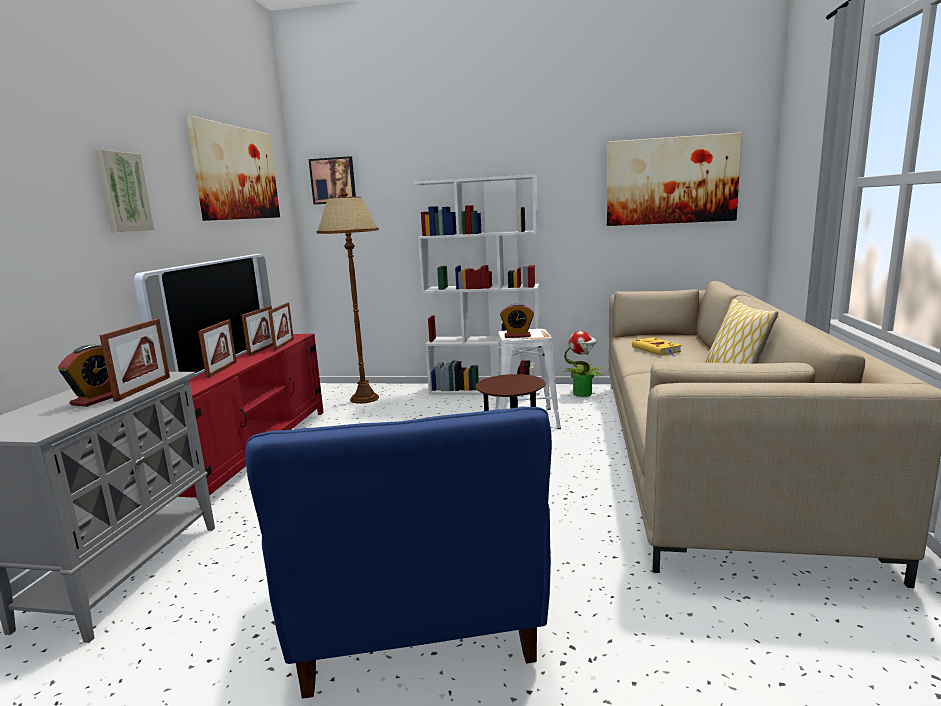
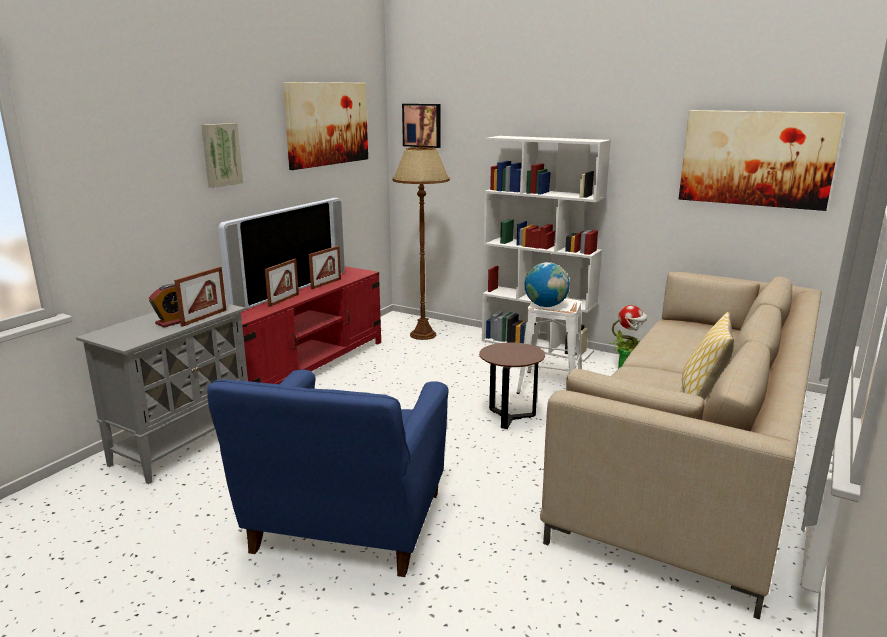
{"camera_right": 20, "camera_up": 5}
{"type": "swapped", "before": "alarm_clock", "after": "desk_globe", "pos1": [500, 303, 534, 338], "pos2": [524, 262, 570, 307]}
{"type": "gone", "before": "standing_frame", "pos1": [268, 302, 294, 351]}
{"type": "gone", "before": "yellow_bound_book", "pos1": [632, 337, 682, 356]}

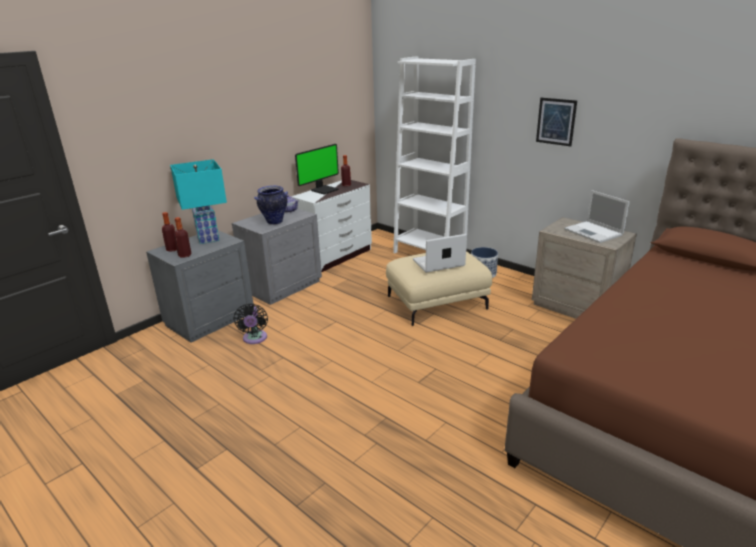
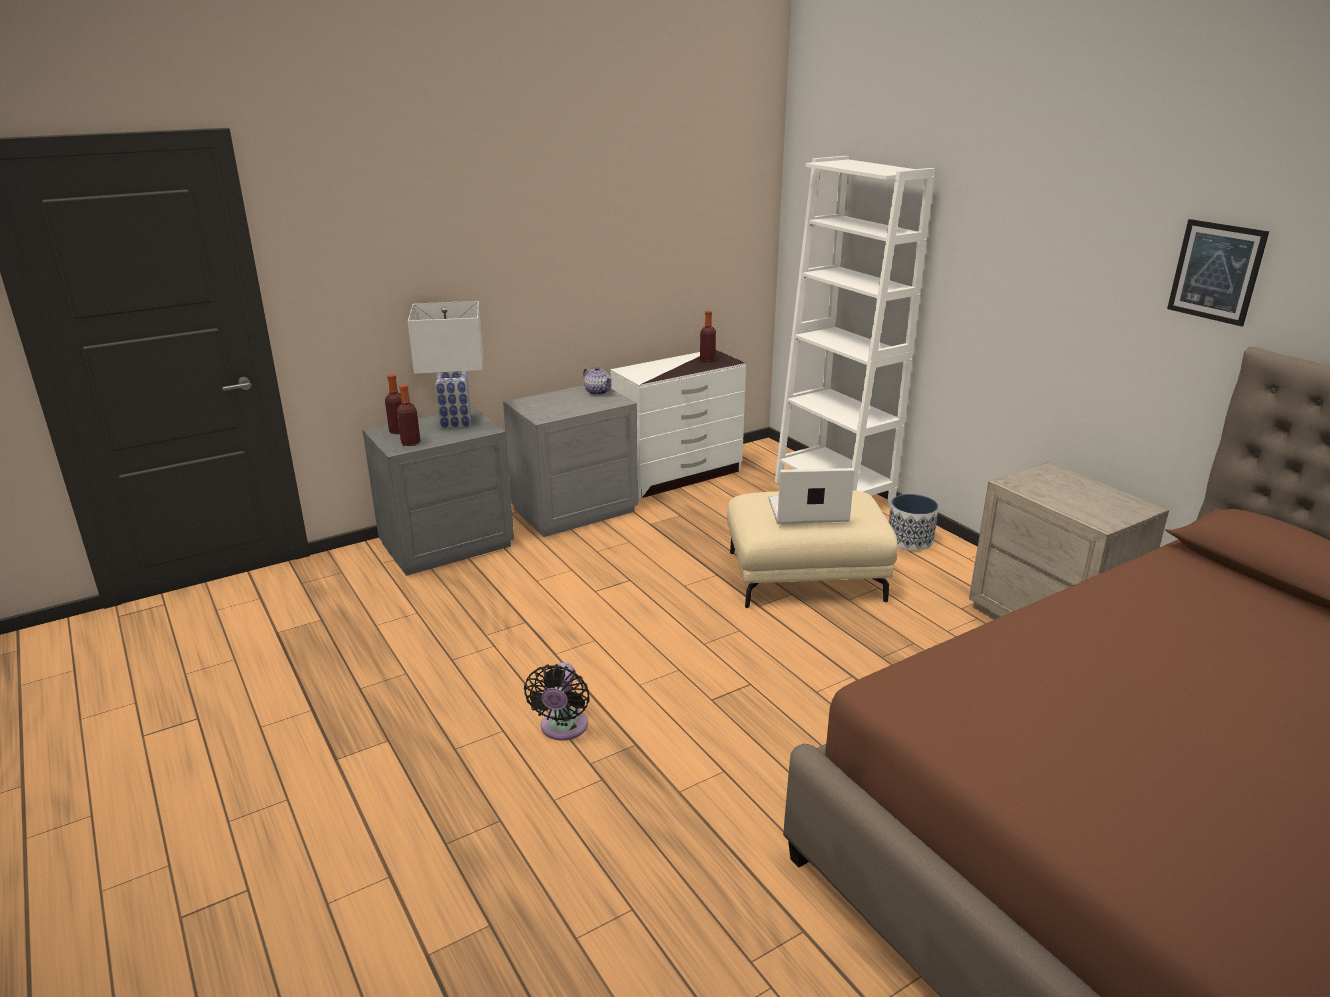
{"camera_right": 15, "camera_up": 0}
{"type": "repainted", "before": "turquoise_table_lamp", "after": "white_table_lamp", "pos1": [170, 159, 227, 244], "pos2": [408, 301, 483, 428]}
{"type": "shifted", "before": "black_electric_fan", "pos1": [233, 304, 268, 344], "pos2": [524, 662, 590, 741]}
{"type": "shifted", "before": "wall_picture", "pos1": [536, 98, 577, 147], "pos2": [1167, 219, 1269, 326]}
{"type": "gone", "before": "decorative_vase", "pos1": [254, 185, 288, 225]}
{"type": "gone", "before": "computer_screen", "pos1": [295, 144, 339, 195]}
{"type": "gone", "before": "portable_computer", "pos1": [564, 190, 630, 243]}

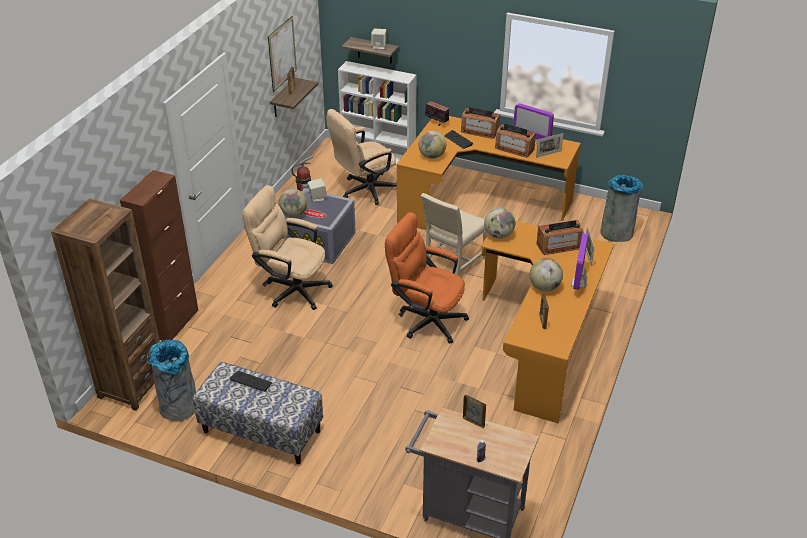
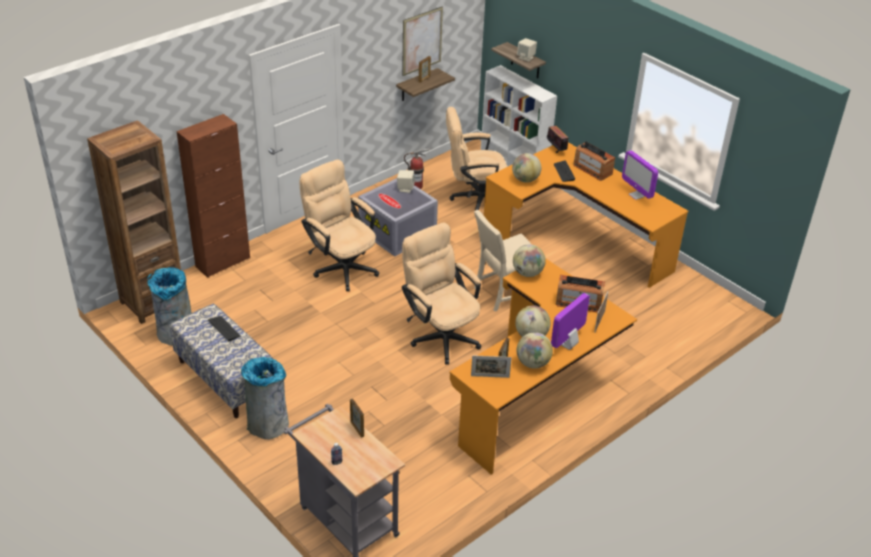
{"camera_right": 25, "camera_up": 0}
{"type": "shifted", "before": "gray_trash_can", "pos1": [600, 175, 644, 242], "pos2": [241, 357, 289, 439]}
{"type": "repainted", "before": "orange_desk_chair", "after": "sand-coloured_desk_chair", "pos1": [385, 212, 469, 343], "pos2": [402, 222, 481, 365]}
{"type": "shifted", "before": "standing_frame", "pos1": [536, 133, 563, 158], "pos2": [471, 355, 512, 378]}
{"type": "shifted", "before": "desk_globe", "pos1": [278, 189, 307, 217], "pos2": [517, 332, 553, 369]}
{"type": "gone", "before": "radio_set", "pos1": [495, 124, 536, 158]}

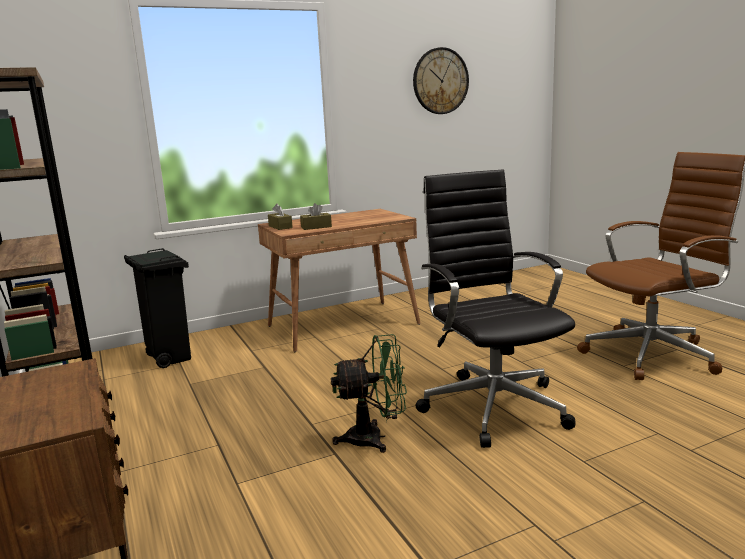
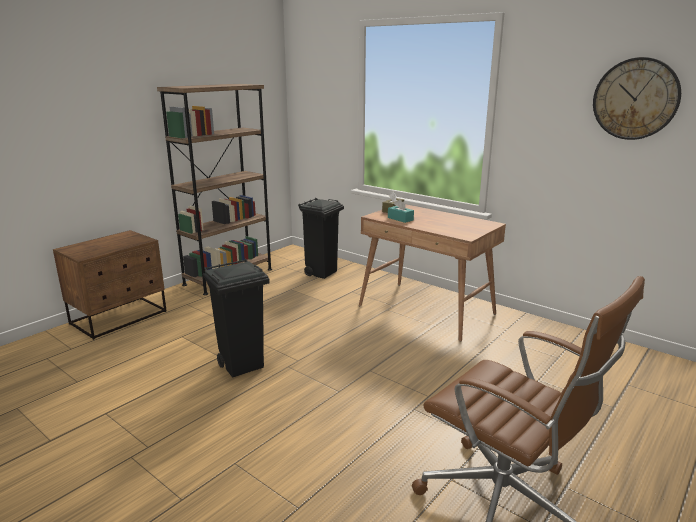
{"camera_right": 65, "camera_up": 5}
{"type": "swapped", "before": "greenish_electric_fan", "after": "black_trash_can", "pos1": [331, 334, 407, 453], "pos2": [203, 259, 270, 377]}
{"type": "repainted", "before": "brown-coloured_box_of_tissues", "after": "turquoise_box_of_tissues", "pos1": [300, 203, 332, 230], "pos2": [388, 199, 414, 223]}
{"type": "gone", "before": "black_desk_chair", "pos1": [415, 170, 575, 448]}

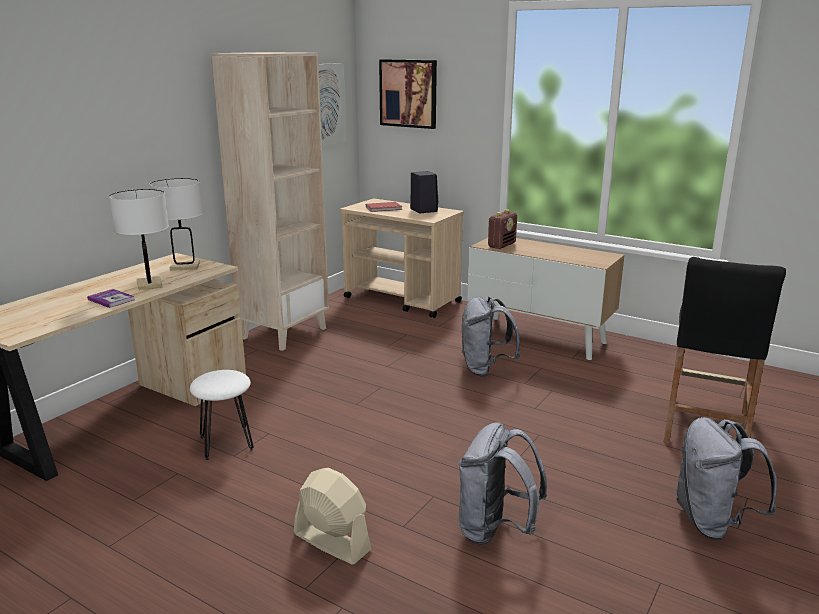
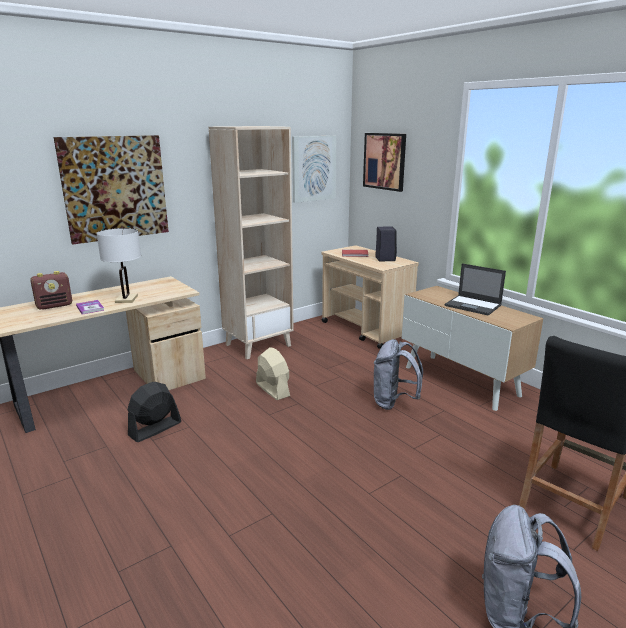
{"camera_right": 20, "camera_up": 0}
{"type": "shifted", "before": "radio_set", "pos1": [488, 210, 517, 249], "pos2": [30, 271, 72, 310]}
{"type": "new", "after": "wall_picture", "pos2": [54, 135, 169, 245]}
{"type": "swapped", "before": "white_sitting_stool", "after": "black_electric_fan", "pos1": [190, 370, 254, 460], "pos2": [128, 382, 181, 442]}
{"type": "shifted", "before": "sand-coloured_electric_fan", "pos1": [294, 468, 372, 565], "pos2": [256, 347, 290, 400]}
{"type": "new", "after": "portable_computer", "pos2": [445, 264, 506, 316]}
{"type": "gone", "before": "white_table_lamp", "pos1": [149, 178, 203, 271]}
{"type": "gone", "before": "gray_rucksack", "pos1": [458, 422, 547, 545]}

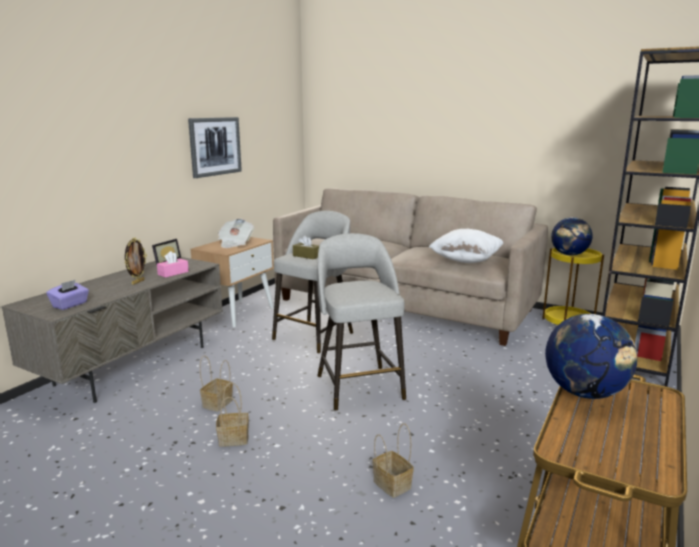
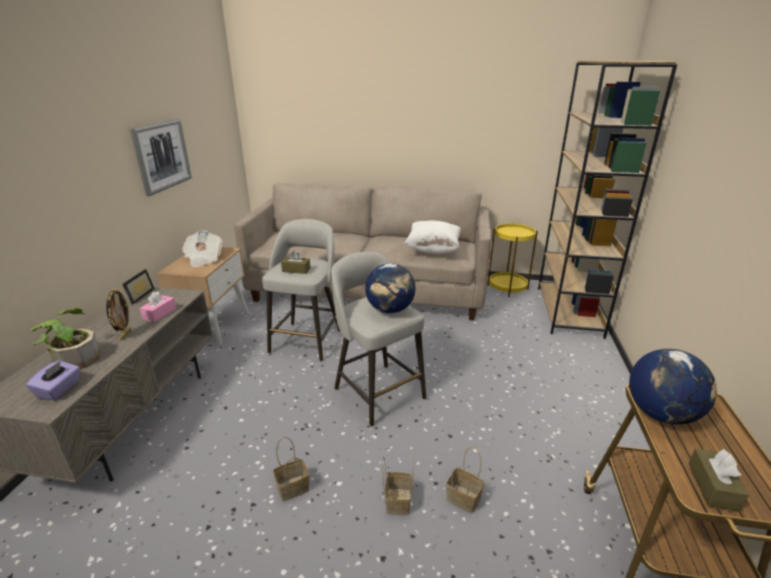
{"camera_right": -20, "camera_up": 10}
{"type": "new", "after": "houseplant", "pos2": [31, 308, 101, 369]}
{"type": "shifted", "before": "desk_globe", "pos1": [551, 217, 593, 256], "pos2": [365, 263, 415, 313]}
{"type": "shifted", "before": "household_basket", "pos1": [200, 355, 233, 412], "pos2": [382, 457, 414, 515]}
{"type": "new", "after": "brown-coloured_box_of_tissues", "pos2": [689, 448, 749, 511]}

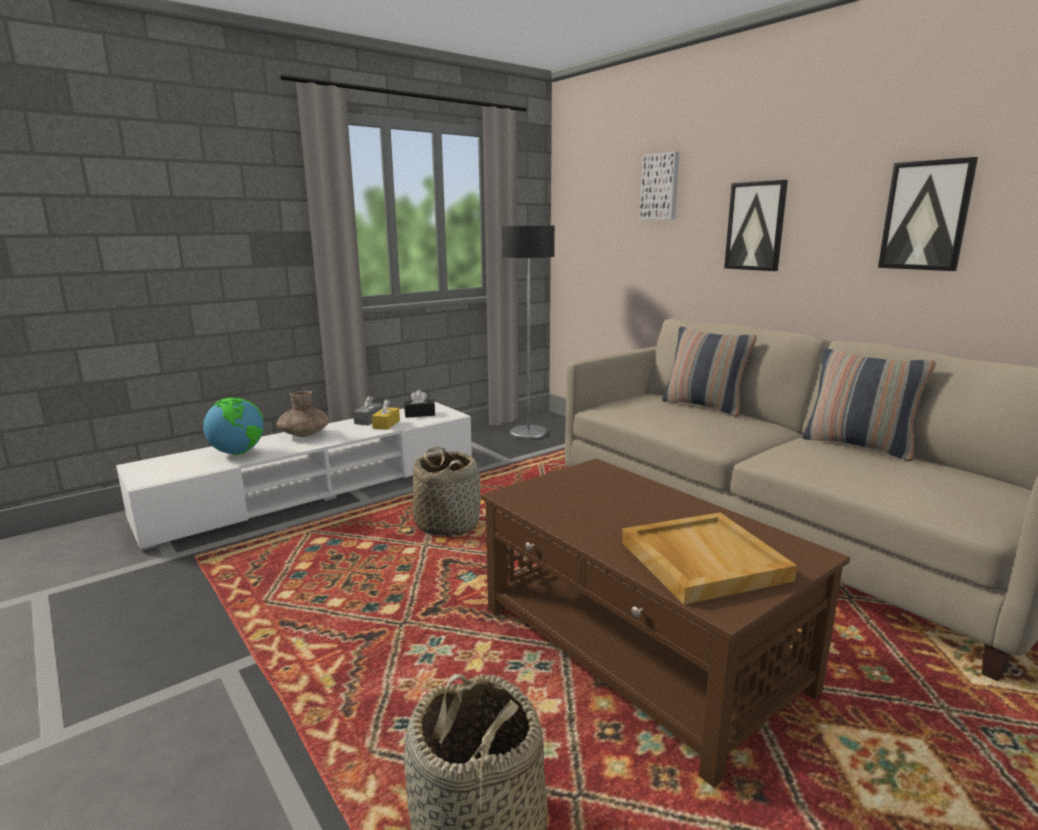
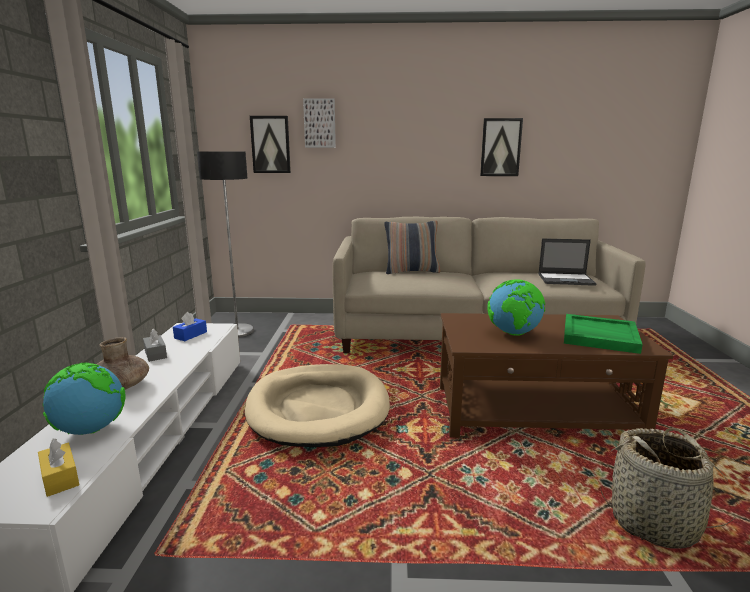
{"camera_right": -50, "camera_up": 0}
{"type": "shifted", "before": "yellow_box_of_tissues", "pos1": [372, 399, 400, 430], "pos2": [38, 439, 80, 497]}
{"type": "repainted", "before": "black_box_of_tissues", "after": "bluish_box_of_tissues", "pos1": [404, 390, 435, 418], "pos2": [173, 312, 207, 341]}
{"type": "swapped", "before": "household_basket", "after": "sand-coloured_pet_bed", "pos1": [413, 447, 481, 537], "pos2": [245, 364, 390, 447]}
{"type": "shifted", "before": "wall_picture", "pos1": [724, 180, 788, 271], "pos2": [250, 116, 291, 173]}
{"type": "new", "after": "desk_globe", "pos2": [487, 279, 545, 336]}
{"type": "new", "after": "portable_computer", "pos2": [538, 238, 597, 286]}
{"type": "repainted", "before": "sand-coloured_carrying_tray", "after": "greenish_carrying_tray", "pos1": [622, 512, 797, 605], "pos2": [564, 314, 643, 354]}
{"type": "gone", "before": "pillow", "pos1": [802, 348, 936, 461]}

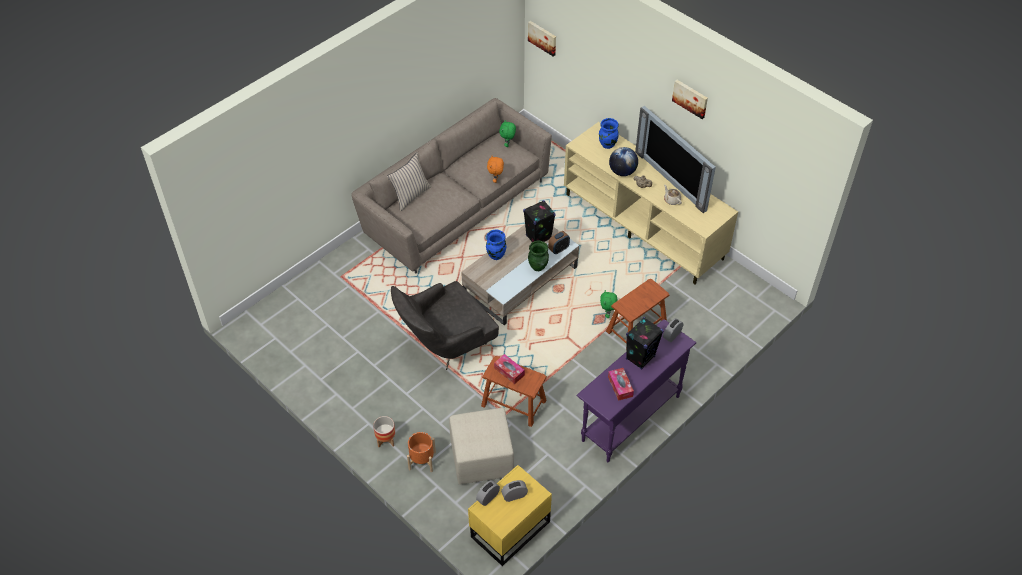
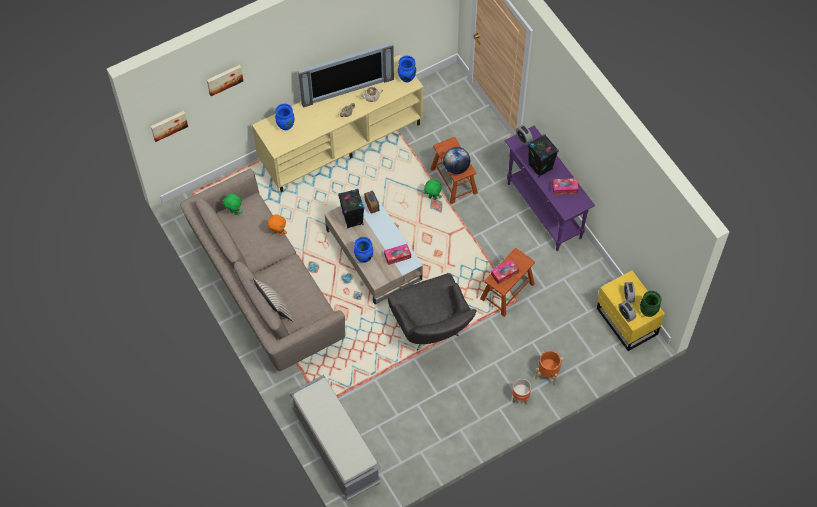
{"camera_right": -75, "camera_up": 10}
{"type": "shifted", "before": "wall_picture", "pos1": [672, 80, 708, 119], "pos2": [207, 65, 243, 96]}
{"type": "new", "after": "gray_long_seat", "pos2": [289, 375, 382, 501]}
{"type": "new", "after": "box_of_tissues", "pos2": [384, 244, 411, 265]}
{"type": "new", "after": "bluish_decorative_vase", "pos2": [398, 56, 416, 82]}
{"type": "shifted", "before": "desk_globe", "pos1": [609, 147, 638, 176], "pos2": [443, 147, 470, 174]}
{"type": "shifted", "before": "greenish_decorative_vase", "pos1": [528, 241, 549, 271], "pos2": [640, 291, 661, 317]}
{"type": "gone", "before": "sand-coloured_footrest", "pos1": [449, 408, 514, 485]}

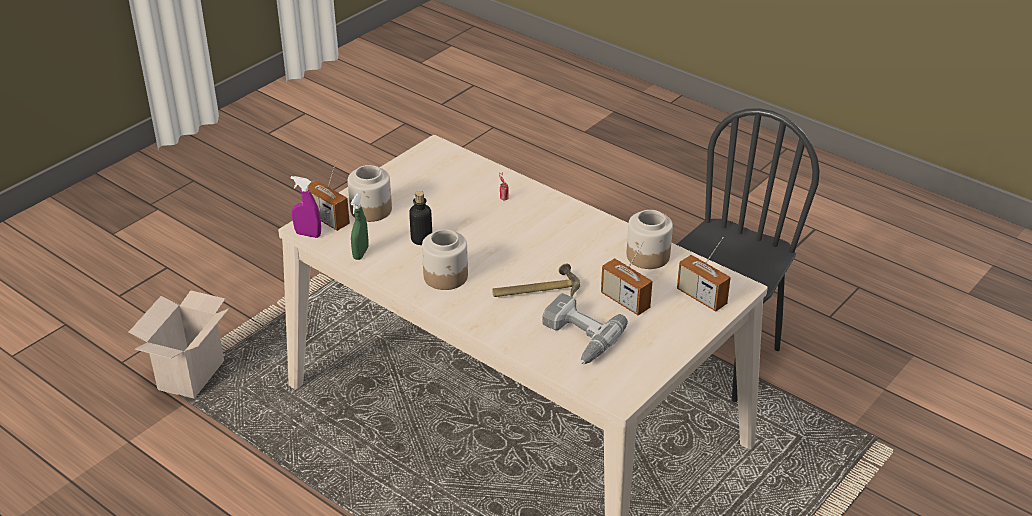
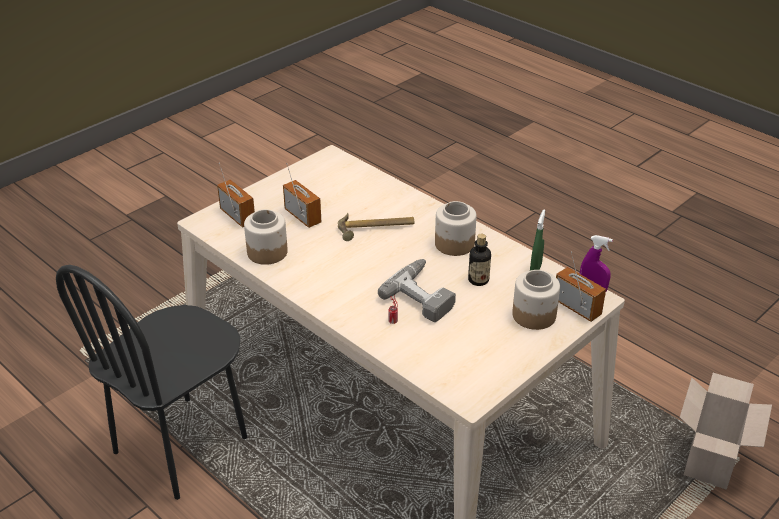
{"camera_right": -175, "camera_up": 0}
{"type": "shifted", "before": "power_drill", "pos1": [542, 293, 628, 364], "pos2": [378, 259, 456, 322]}

